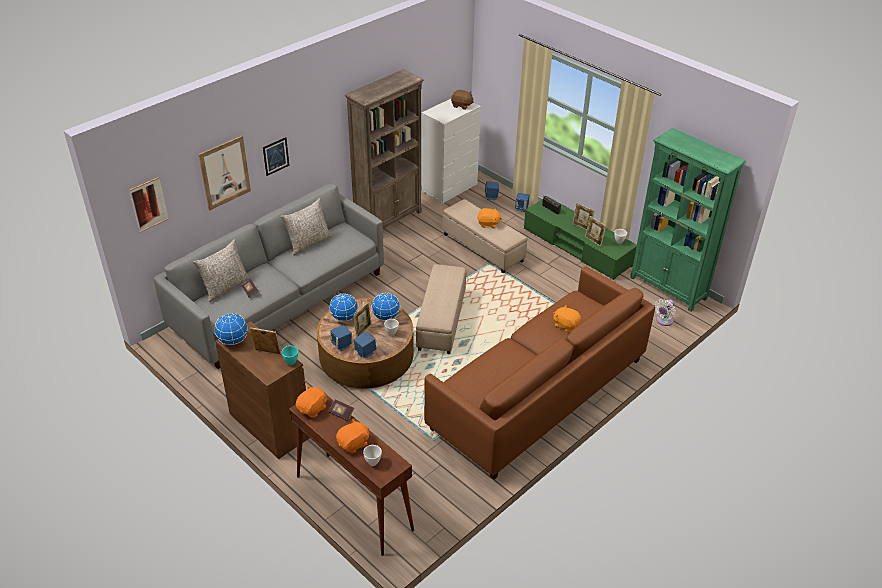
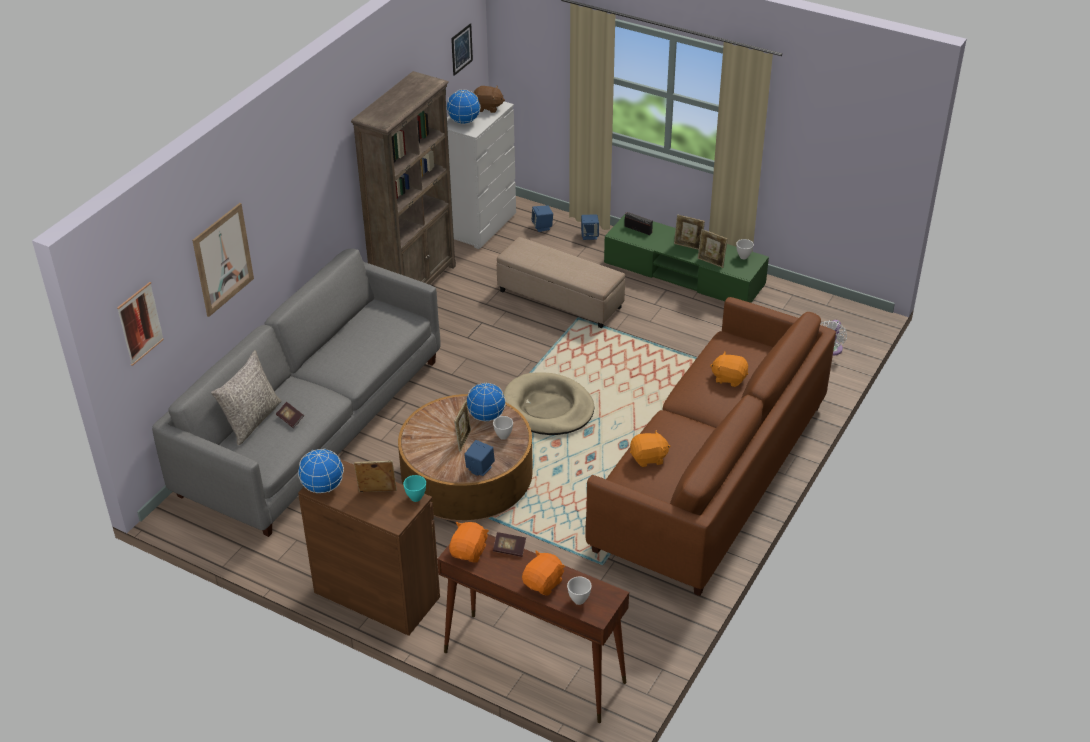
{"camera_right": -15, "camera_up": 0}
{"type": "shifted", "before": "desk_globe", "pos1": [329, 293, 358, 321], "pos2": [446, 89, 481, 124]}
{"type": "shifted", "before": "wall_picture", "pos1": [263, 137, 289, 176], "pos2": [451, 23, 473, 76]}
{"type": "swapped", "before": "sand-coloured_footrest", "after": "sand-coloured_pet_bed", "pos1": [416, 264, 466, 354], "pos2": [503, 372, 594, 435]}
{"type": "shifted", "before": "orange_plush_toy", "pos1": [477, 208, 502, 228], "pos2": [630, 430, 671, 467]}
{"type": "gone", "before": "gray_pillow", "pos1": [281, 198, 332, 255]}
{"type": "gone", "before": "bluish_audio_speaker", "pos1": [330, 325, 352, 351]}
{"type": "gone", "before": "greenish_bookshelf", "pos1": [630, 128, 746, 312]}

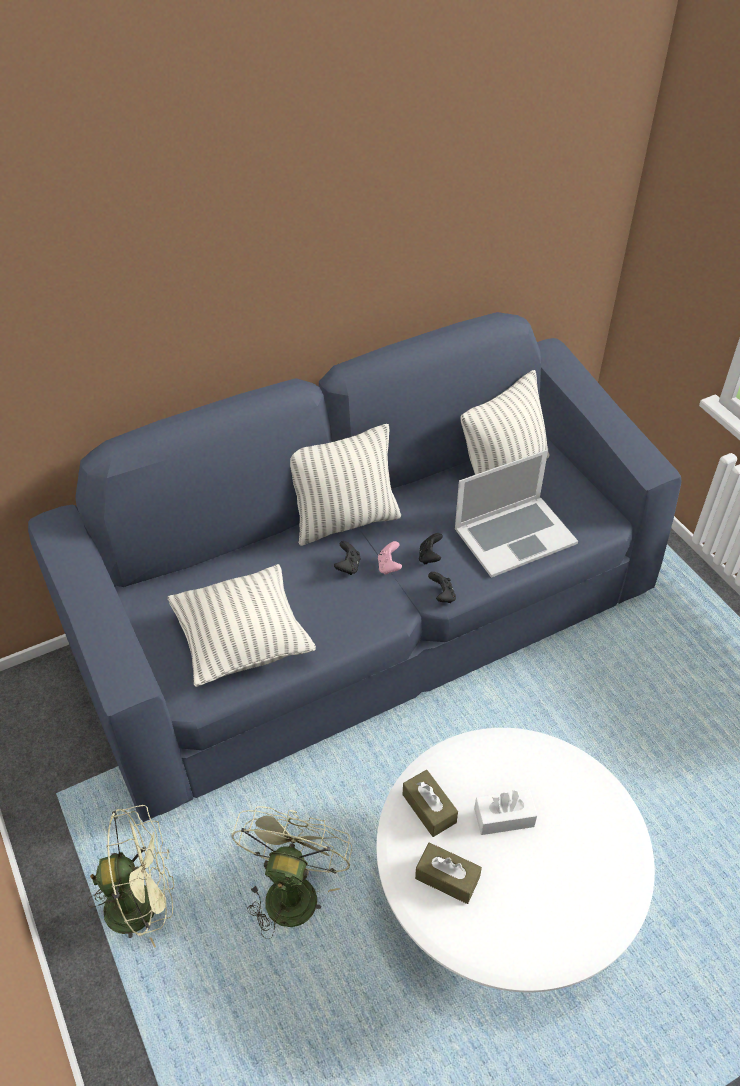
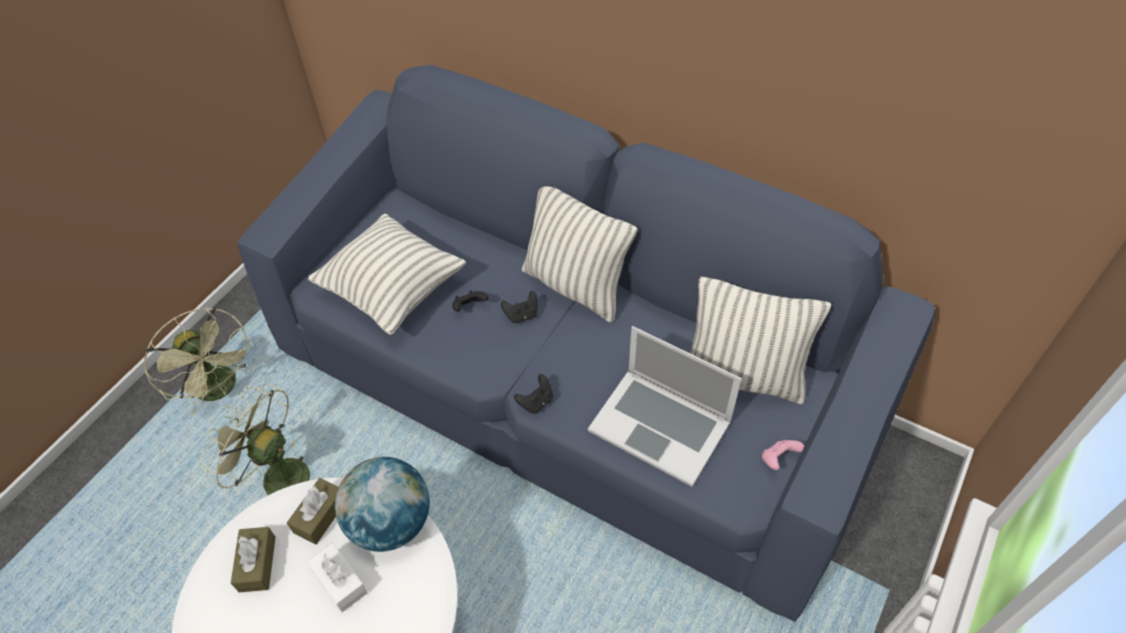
{"camera_right": 60, "camera_up": 5}
{"type": "rotated", "before": "greenish_electric_fan", "pos1": [231, 806, 352, 939], "pos2": [200, 383, 310, 495], "turn": -135}
{"type": "new", "after": "desk_globe", "pos2": [335, 457, 430, 552]}
{"type": "shifted", "before": "black_game_controller", "pos1": [419, 533, 443, 565], "pos2": [452, 290, 488, 312]}
{"type": "shifted", "before": "pinkish_game_controller", "pos1": [378, 541, 402, 575], "pos2": [762, 440, 804, 470]}

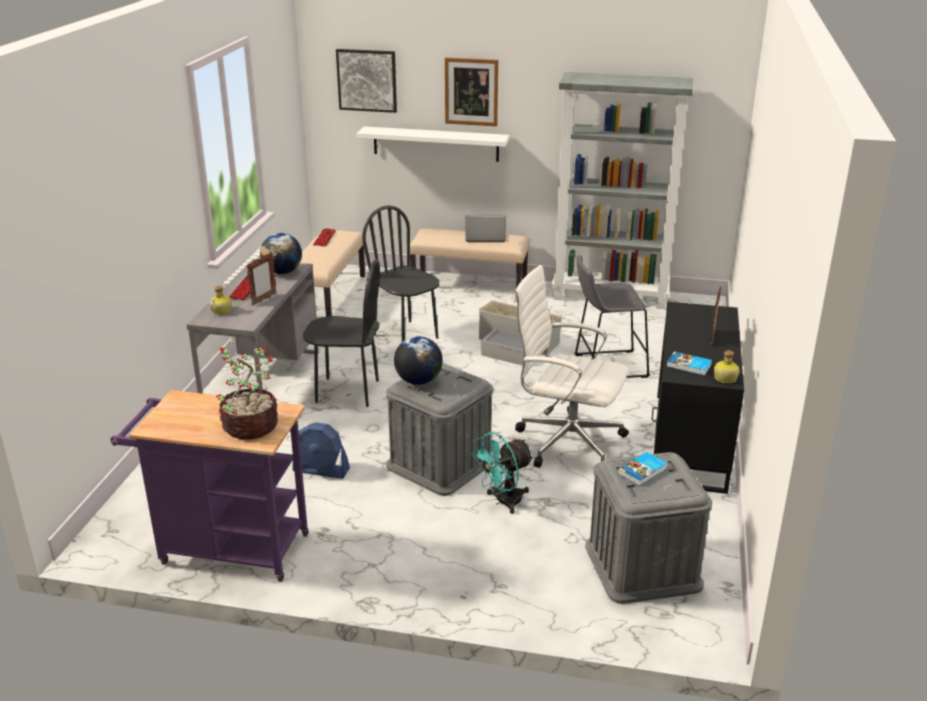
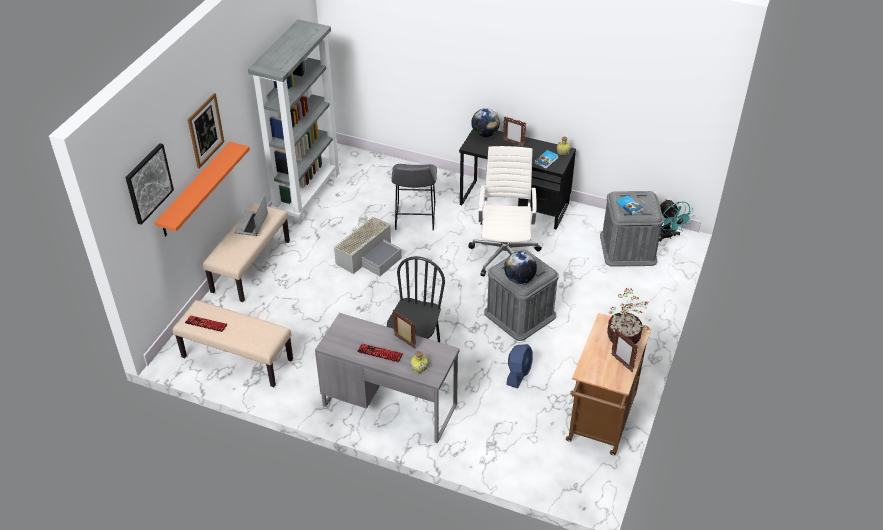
{"camera_right": -80, "camera_up": 15}
{"type": "repainted", "before": "white_shelf", "after": "orange_shelf", "pos1": [356, 126, 510, 162], "pos2": [155, 141, 250, 236]}
{"type": "rotated", "before": "white_desk_chair", "pos1": [513, 265, 629, 468], "pos2": [469, 146, 542, 276], "turn": 150}
{"type": "shifted", "before": "desk_globe", "pos1": [260, 233, 302, 274], "pos2": [471, 108, 500, 137]}
{"type": "repainted", "before": "purple-coloured_trolley", "after": "brown-coloured_trolley", "pos1": [110, 390, 309, 582], "pos2": [566, 313, 652, 455]}
{"type": "new", "after": "standing_frame", "pos2": [611, 329, 638, 372]}
{"type": "shifted", "before": "turquoise_electric_fan", "pos1": [470, 432, 534, 514], "pos2": [659, 199, 694, 241]}
{"type": "gone", "before": "black_upright_chair", "pos1": [362, 205, 439, 342]}

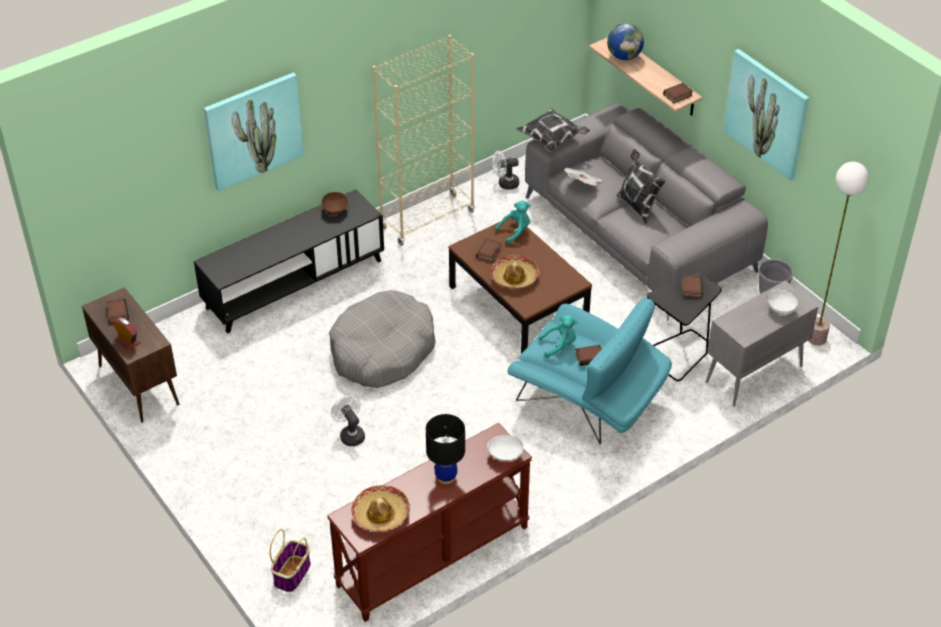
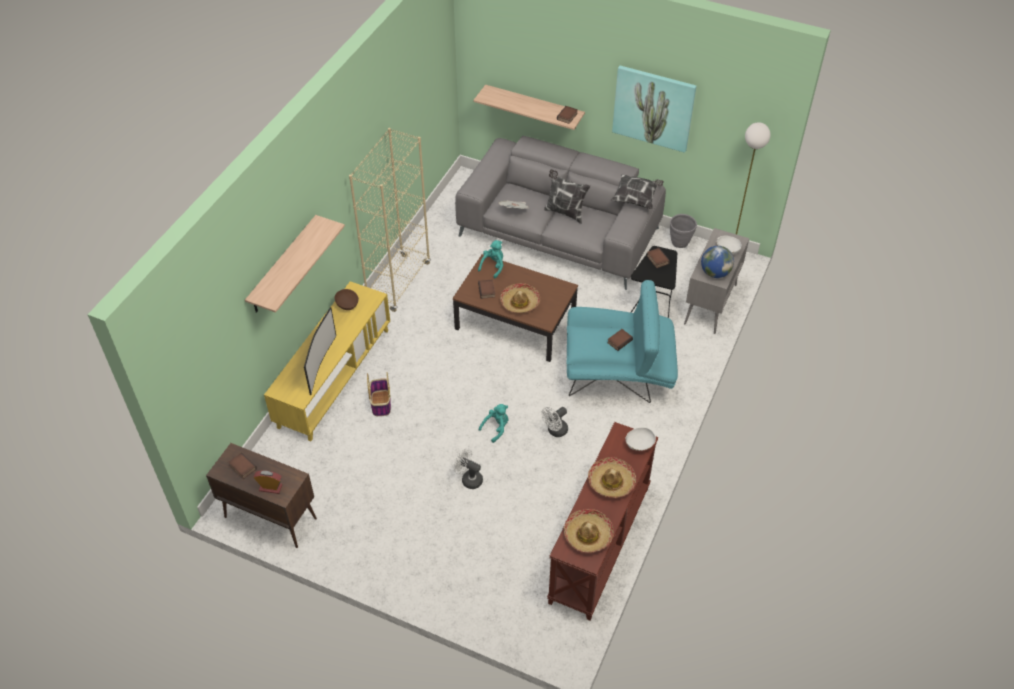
{"camera_right": -30, "camera_up": 5}
{"type": "swapped", "before": "wall_picture", "after": "shelf", "pos1": [204, 72, 304, 191], "pos2": [245, 215, 345, 313]}
{"type": "repainted", "before": "black_tv_unit", "after": "yellow_tv_unit", "pos1": [194, 189, 384, 334], "pos2": [264, 281, 390, 441]}
{"type": "new", "after": "TV_set", "pos2": [304, 307, 336, 395]}
{"type": "shifted", "before": "household_basket", "pos1": [270, 529, 311, 592], "pos2": [367, 372, 391, 416]}
{"type": "shifted", "before": "turquoise_plush_toy", "pos1": [539, 315, 577, 358], "pos2": [479, 404, 508, 443]}
{"type": "shifted", "before": "white_electric_fan", "pos1": [493, 150, 519, 190], "pos2": [541, 407, 568, 437]}
{"type": "swapped", "before": "black_table_lamp", "after": "clothing_hat", "pos1": [426, 414, 465, 484], "pos2": [588, 457, 636, 498]}
{"type": "shifted", "before": "pillow", "pos1": [516, 108, 590, 152], "pos2": [610, 175, 664, 209]}
{"type": "shifted", "before": "desk_globe", "pos1": [607, 23, 644, 60], "pos2": [701, 246, 734, 278]}
{"type": "gone", "before": "gray_pet_bed", "pos1": [329, 290, 436, 388]}

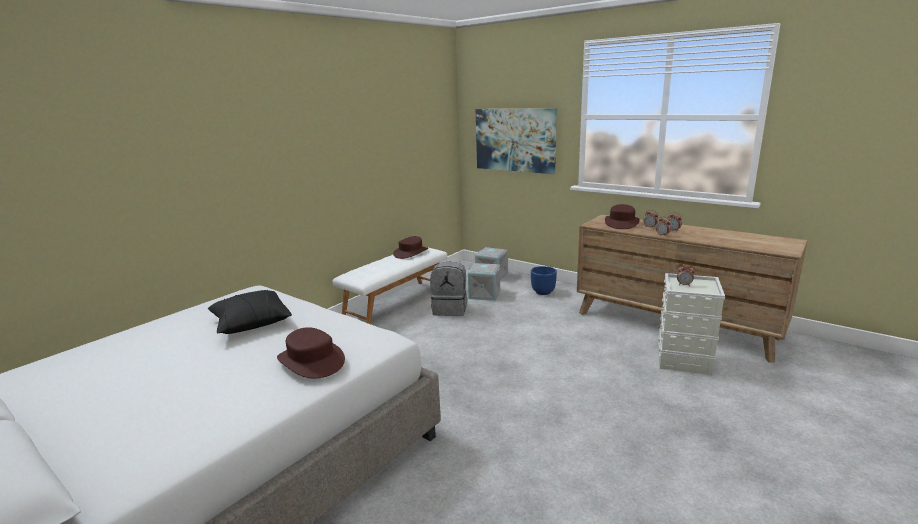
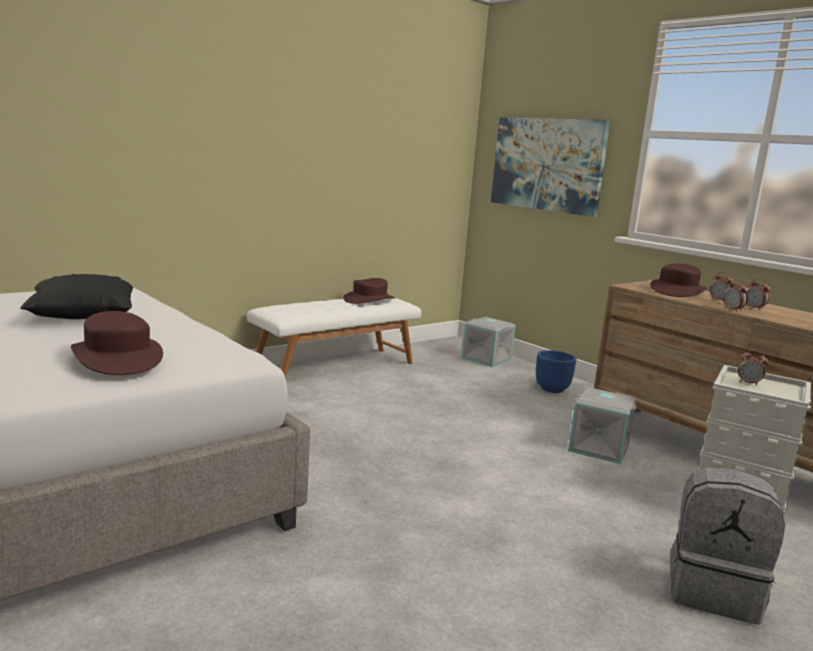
{"camera_right": 10, "camera_up": -5}
{"type": "shifted", "before": "gray_storage_box", "pos1": [468, 263, 500, 301], "pos2": [568, 387, 637, 464]}
{"type": "shifted", "before": "gray_rucksack", "pos1": [430, 261, 467, 316], "pos2": [670, 467, 785, 625]}

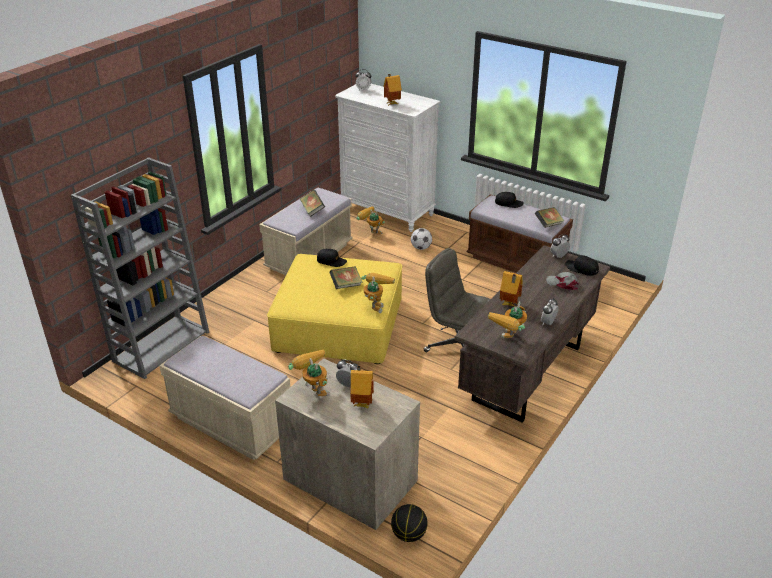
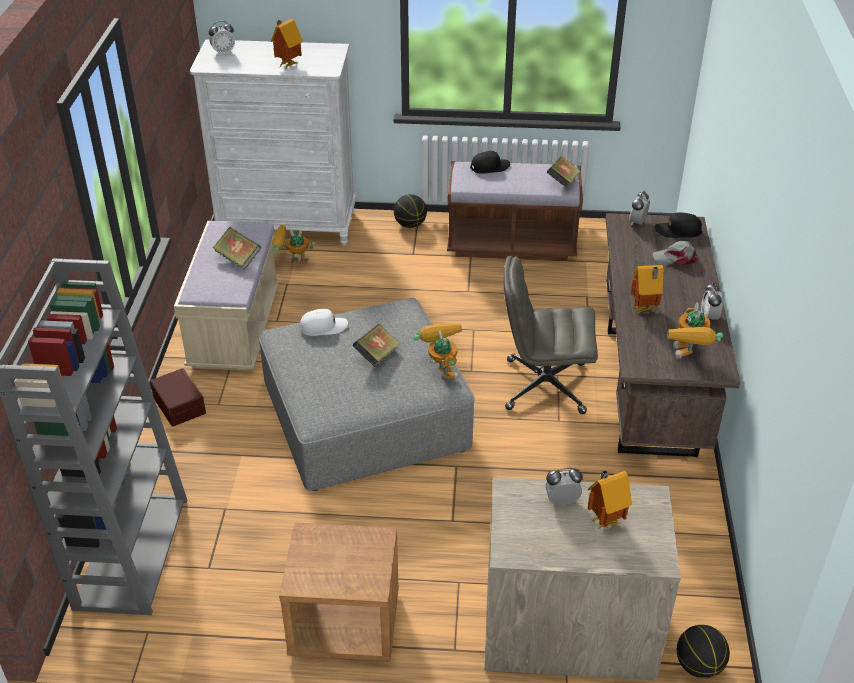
{"camera_right": -30, "camera_up": 5}
{"type": "new", "after": "brown-coloured_storage_box", "pos2": [150, 368, 206, 427]}
{"type": "repainted", "before": "yellow_footrest", "after": "gray_footrest", "pos1": [267, 254, 402, 364], "pos2": [258, 298, 475, 491]}
{"type": "swapped", "before": "sand-coloured_long_seat", "after": "brown-coloured_night_table", "pos1": [159, 336, 290, 460], "pos2": [279, 522, 399, 662]}
{"type": "repainted", "before": "black_cap", "after": "white_cap", "pos1": [317, 249, 347, 267], "pos2": [300, 309, 348, 336]}
{"type": "new", "after": "basketball", "pos2": [394, 194, 427, 228]}
{"type": "gone", "before": "model_robot", "pos1": [288, 350, 330, 396]}
{"type": "gone", "before": "ball_for_football", "pos1": [411, 228, 432, 250]}

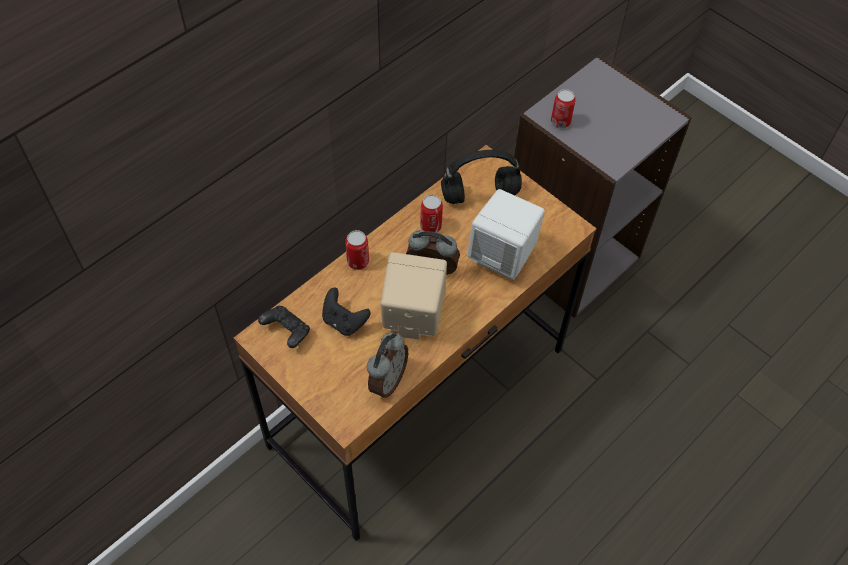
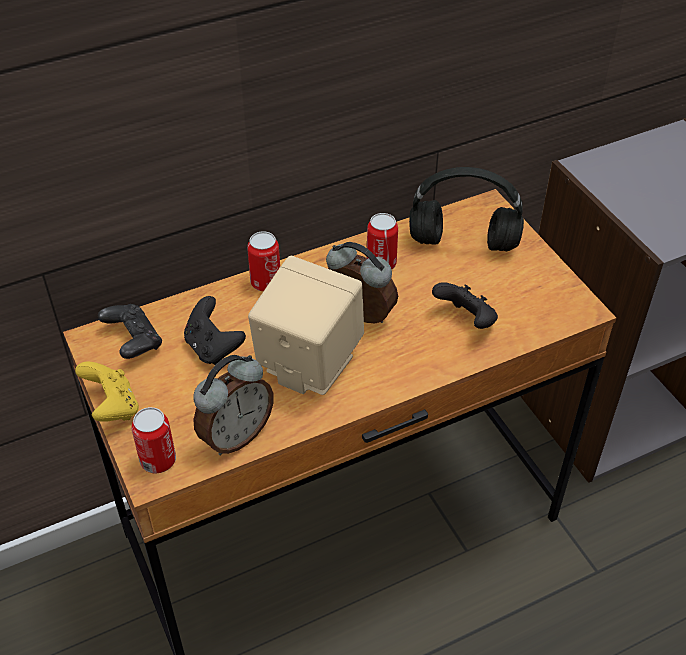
{"camera_right": 20, "camera_up": -10}
{"type": "new", "after": "yellow_game_controller", "pos2": [75, 362, 139, 422]}
{"type": "shifted", "before": "metal_can", "pos1": [551, 89, 576, 128], "pos2": [131, 407, 176, 473]}
{"type": "swapped", "before": "white_audio_speaker", "after": "black_game_controller", "pos1": [467, 189, 545, 280], "pos2": [432, 282, 498, 329]}

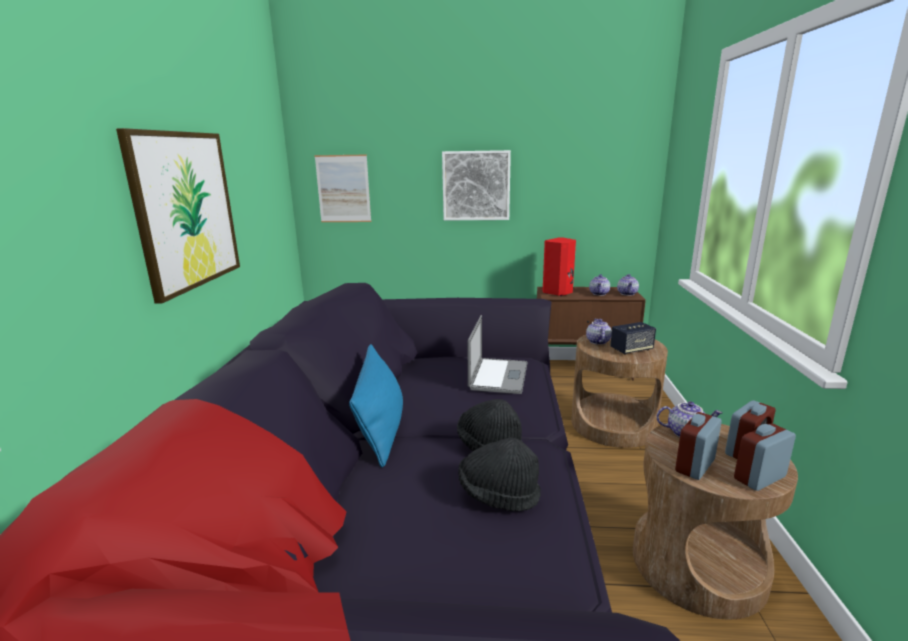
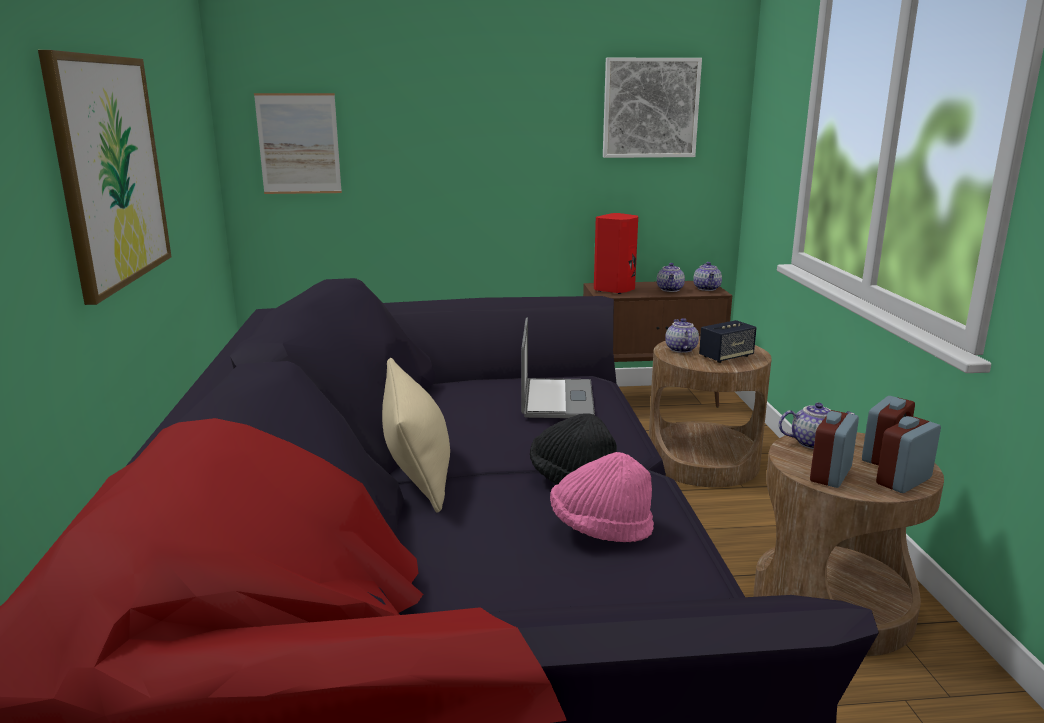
{"camera_right": -10, "camera_up": 0}
{"type": "repainted", "before": "bluish_pillow", "after": "sand-coloured_pillow", "pos1": [349, 344, 403, 467], "pos2": [382, 358, 450, 513]}
{"type": "repainted", "before": "black_clothing_hat", "after": "pinkish_clothing_hat", "pos1": [458, 437, 541, 512], "pos2": [550, 452, 654, 542]}
{"type": "shifted", "before": "wall_picture", "pos1": [442, 150, 511, 220], "pos2": [603, 58, 702, 158]}

